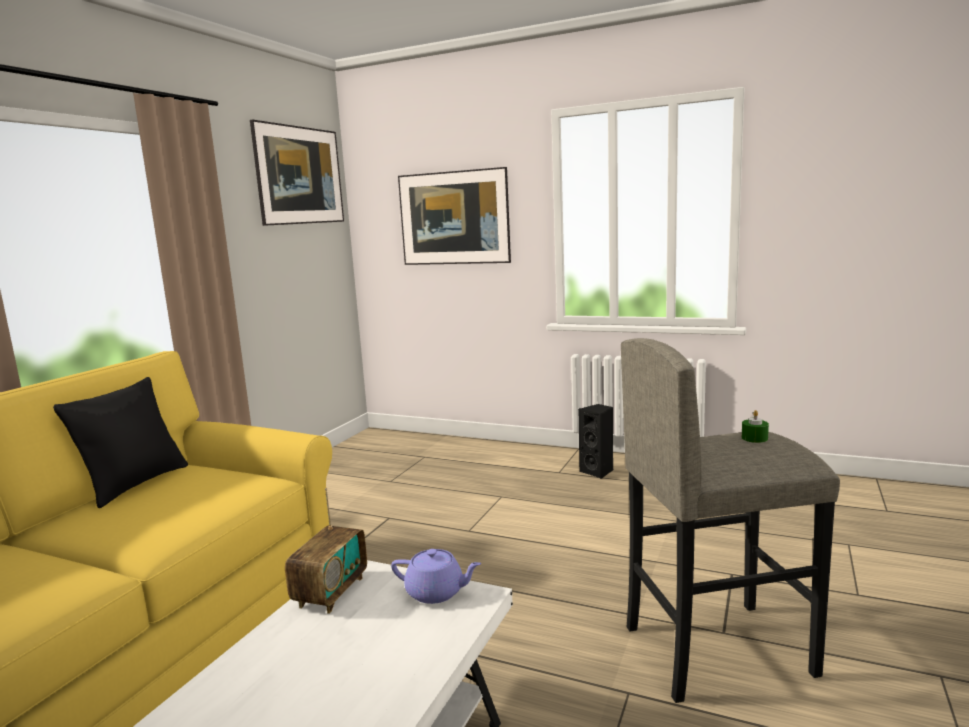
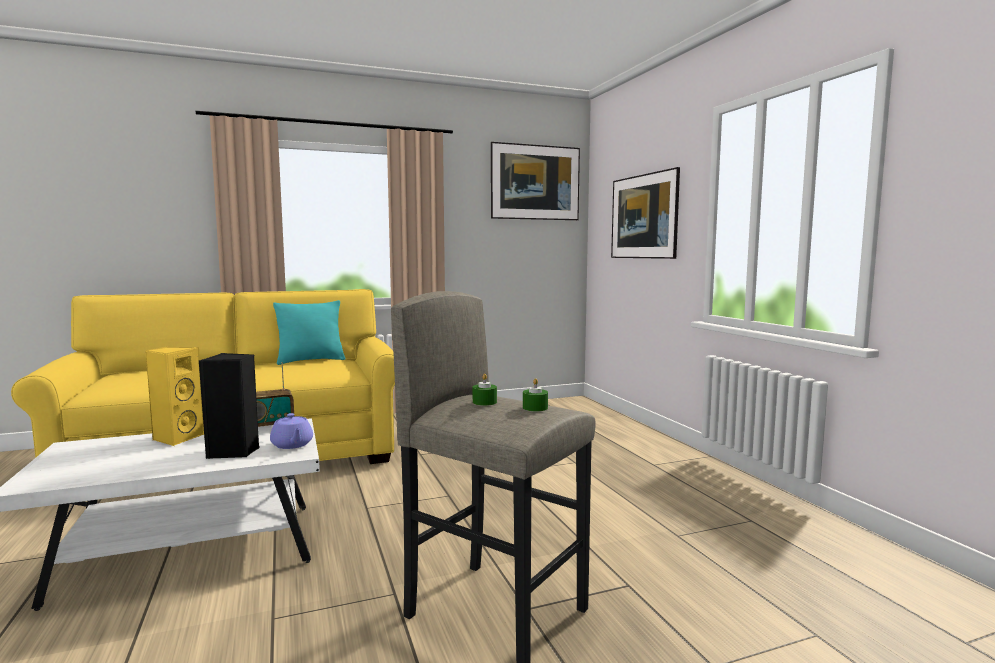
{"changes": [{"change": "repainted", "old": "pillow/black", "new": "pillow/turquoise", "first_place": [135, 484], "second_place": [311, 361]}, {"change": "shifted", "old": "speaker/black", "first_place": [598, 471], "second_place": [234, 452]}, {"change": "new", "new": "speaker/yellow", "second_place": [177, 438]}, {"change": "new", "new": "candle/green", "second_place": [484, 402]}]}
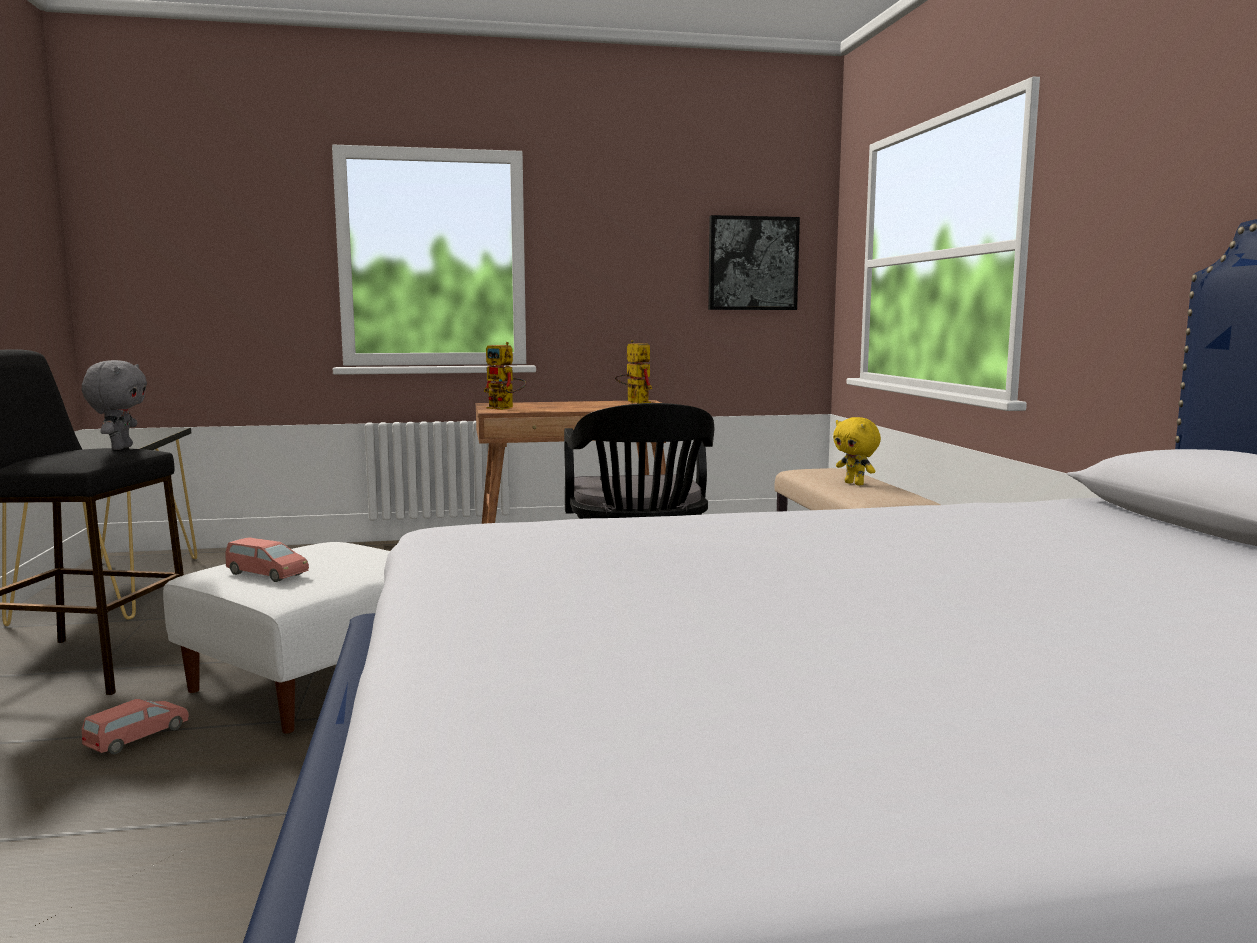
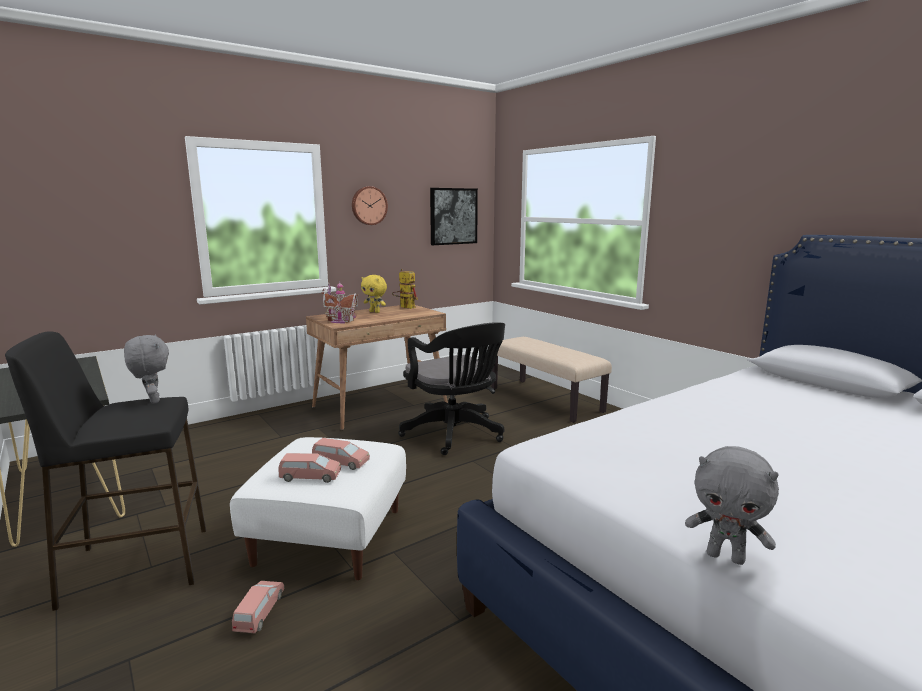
{"changes": [{"change": "swapped", "old": "toy robot", "new": "toy house", "first_place": [505, 408], "second_place": [340, 321]}, {"change": "shifted", "old": "plush toy/yellow", "first_place": [855, 484], "second_place": [375, 312]}, {"change": "new", "new": "wall clock", "second_place": [368, 205]}, {"change": "new", "new": "toy car/pink", "second_place": [340, 462]}, {"change": "new", "new": "plush toy/grey", "second_place": [726, 557]}]}
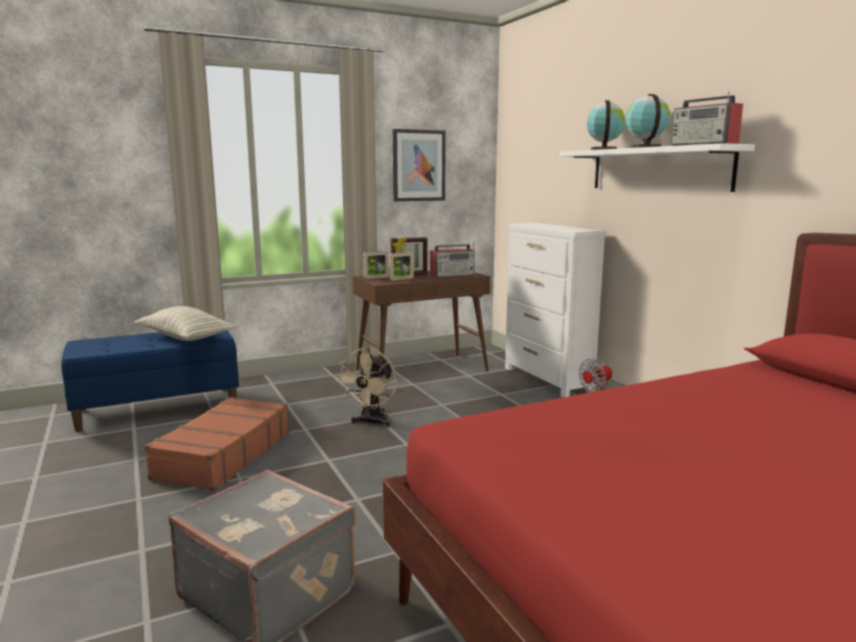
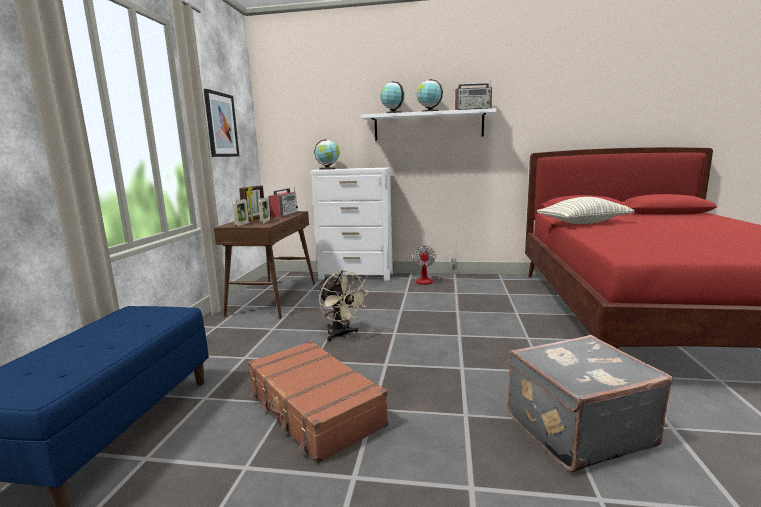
{"changes": [{"change": "shifted", "old": "pillow", "first_place": [185, 338], "second_place": [583, 223]}, {"change": "new", "new": "globe", "second_place": [328, 169]}]}
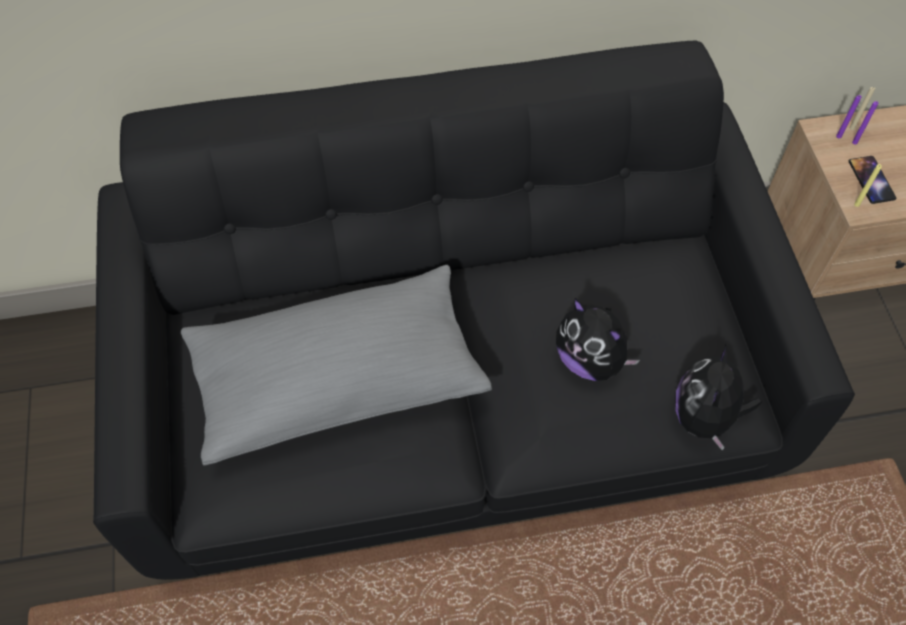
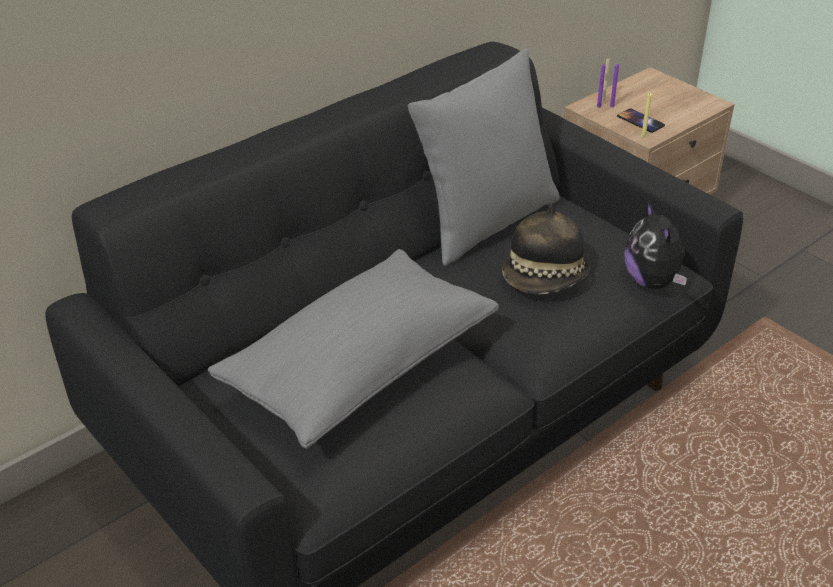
{"changes": [{"change": "swapped", "old": "plush toy", "new": "hat", "first_place": [590, 360], "second_place": [545, 280]}, {"change": "new", "new": "pillow/grey", "second_place": [486, 222]}]}
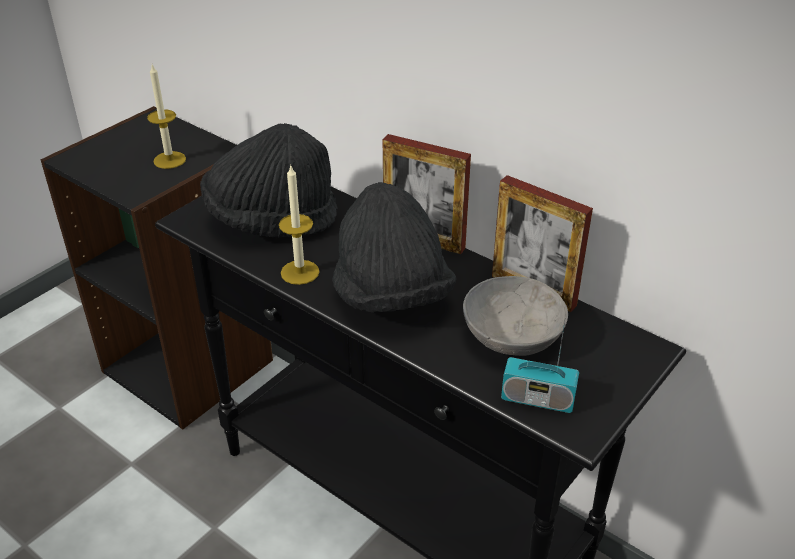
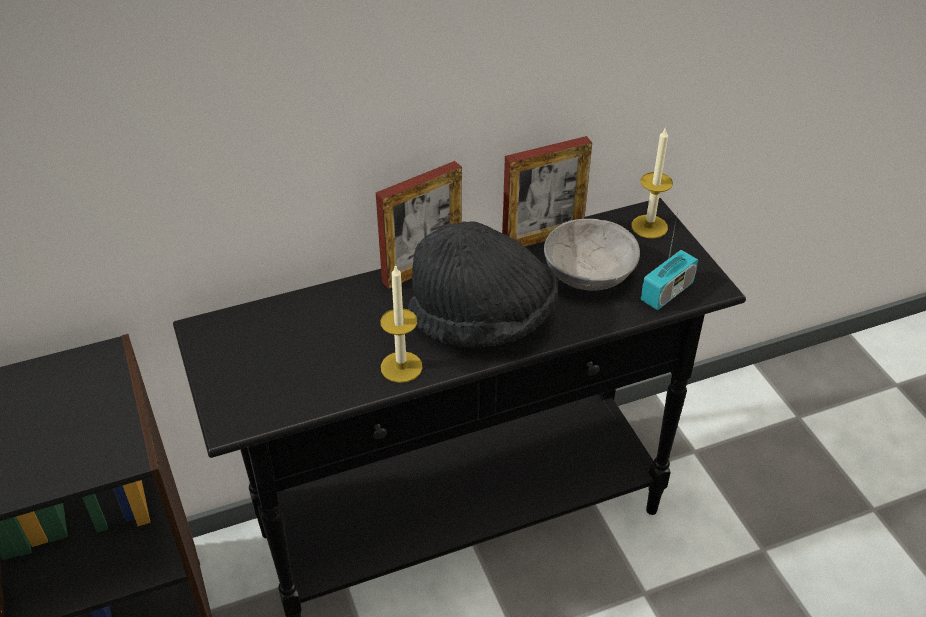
{"changes": [{"change": "shifted", "old": "candle", "first_place": [169, 160], "second_place": [649, 226]}, {"change": "gone", "old": "hat/black", "first_place": [271, 220]}]}
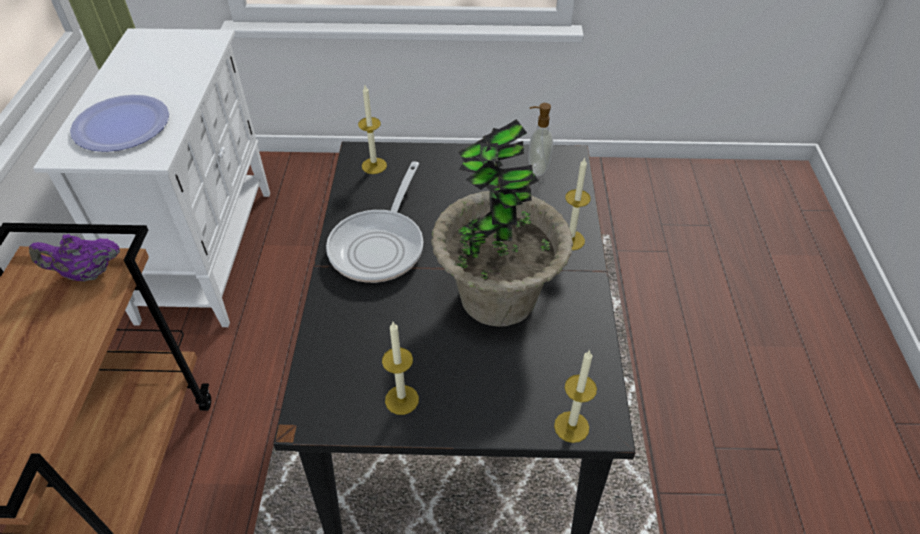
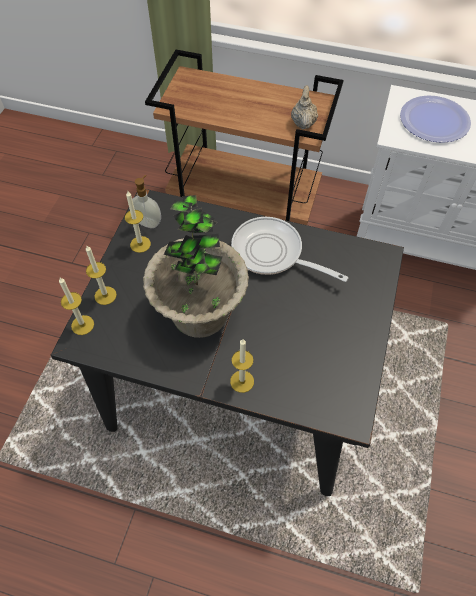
{"changes": [{"change": "shifted", "old": "candle", "first_place": [374, 166], "second_place": [105, 295]}, {"change": "shifted", "old": "soap dispenser", "first_place": [537, 168], "second_place": [148, 222]}, {"change": "repainted", "old": "teapot/purple", "new": "teapot/beige", "first_place": [87, 274], "second_place": [303, 123]}]}
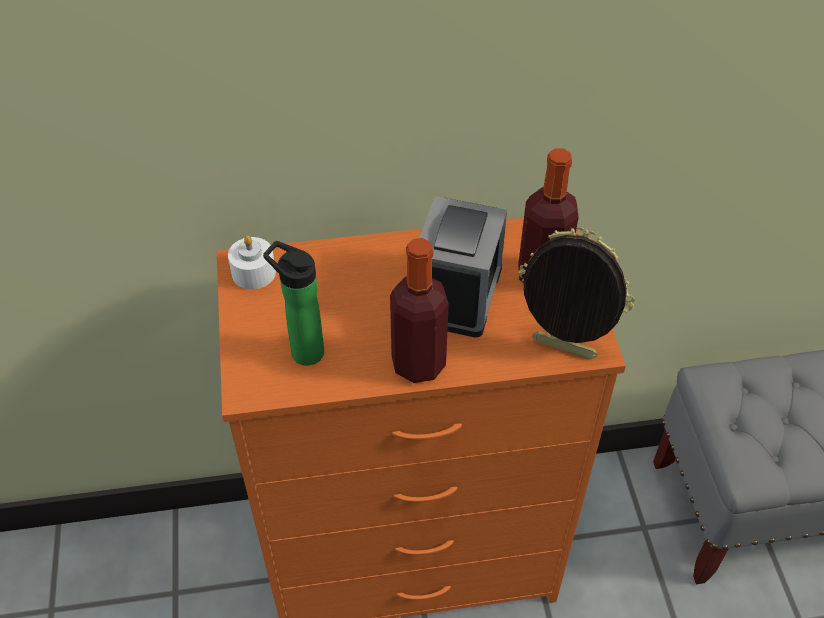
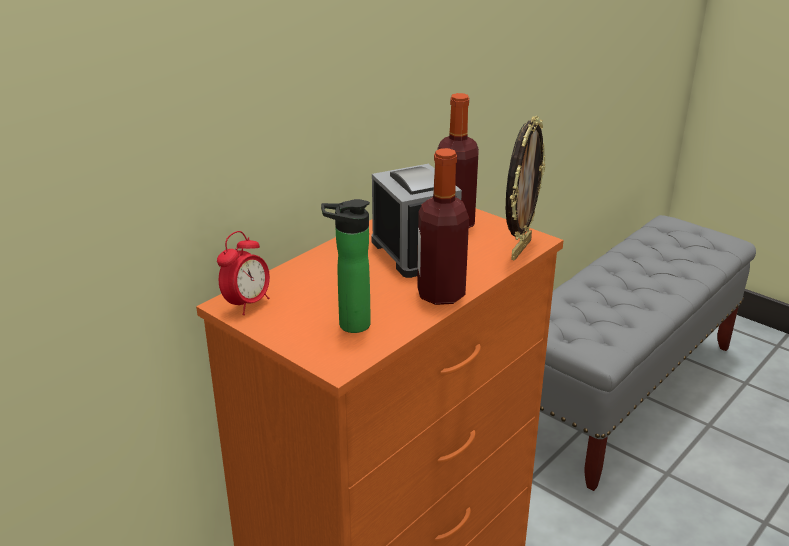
{"changes": [{"change": "rotated", "old": "picture frame", "first_place": [562, 351], "second_place": [519, 249], "degrees": 135}, {"change": "swapped", "old": "candle/white", "new": "alarm clock", "first_place": [253, 273], "second_place": [247, 304]}]}
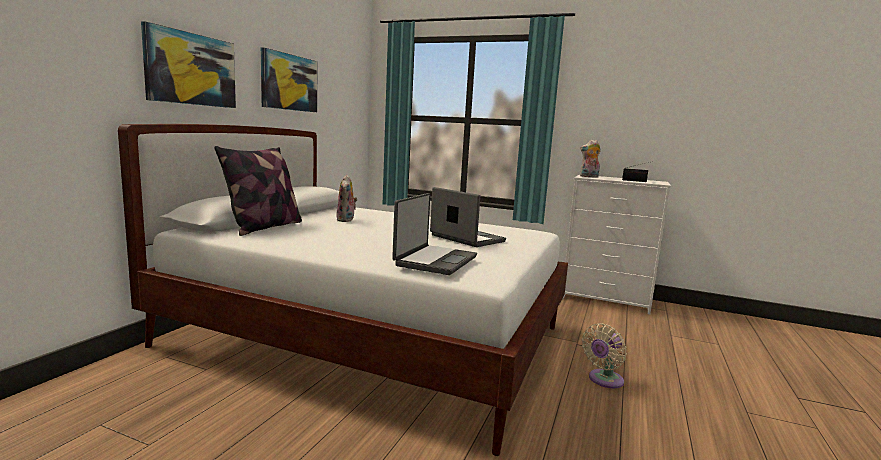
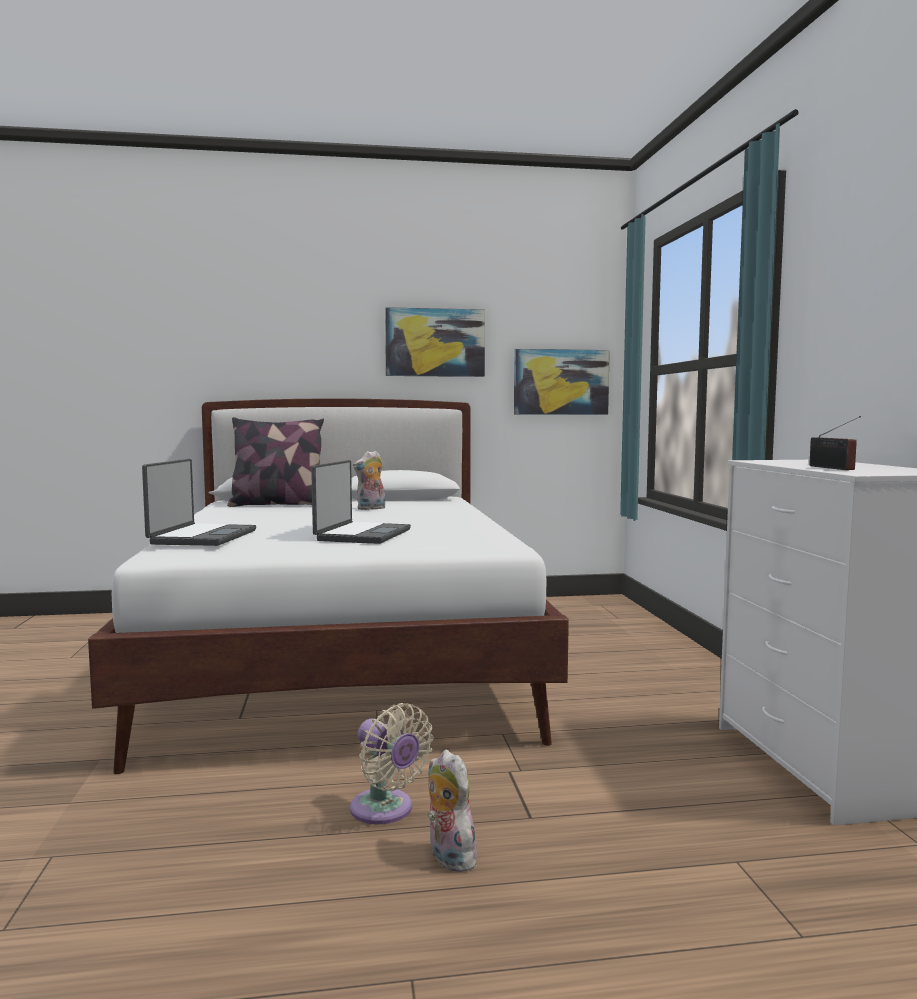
{"changes": [{"change": "shifted", "old": "picture", "first_place": [191, 69], "second_place": [561, 382]}, {"change": "shifted", "old": "plush toy", "first_place": [589, 177], "second_place": [448, 857]}, {"change": "rotated", "old": "laptop", "first_place": [434, 261], "second_place": [202, 537], "degrees": -75}, {"change": "rotated", "old": "fan/beige", "first_place": [603, 380], "second_place": [385, 810], "degrees": -150}]}
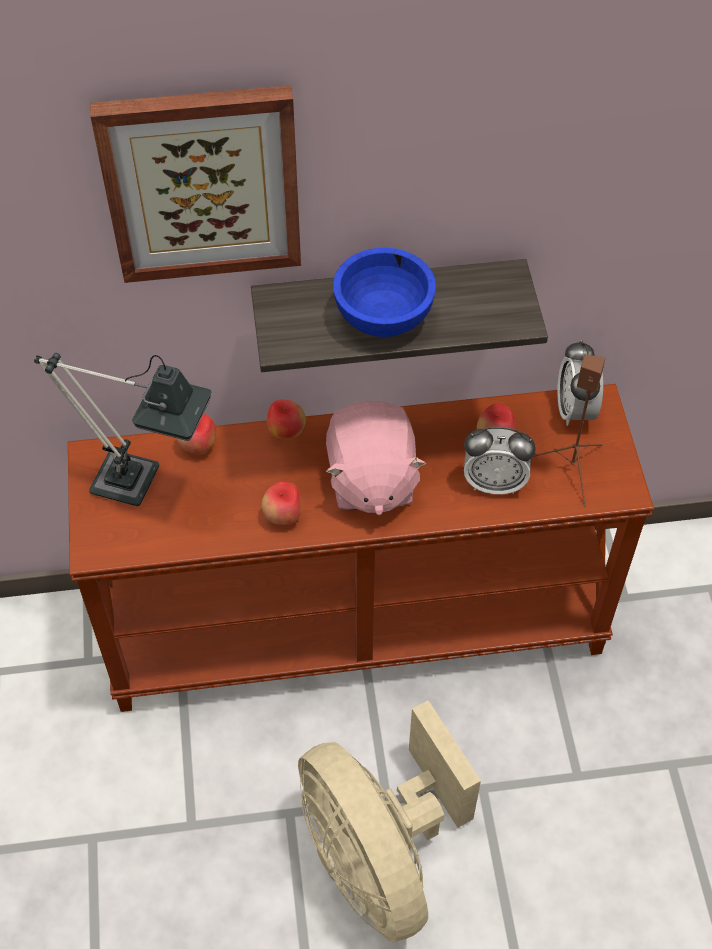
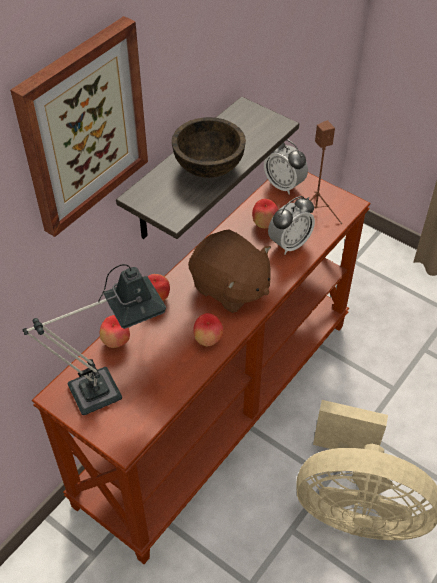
{"changes": [{"change": "repainted", "old": "bowl/blue", "new": "bowl/brown", "first_place": [384, 316], "second_place": [209, 166]}, {"change": "repainted", "old": "plush toy/pink", "new": "plush toy/brown", "first_place": [370, 480], "second_place": [230, 288]}]}
